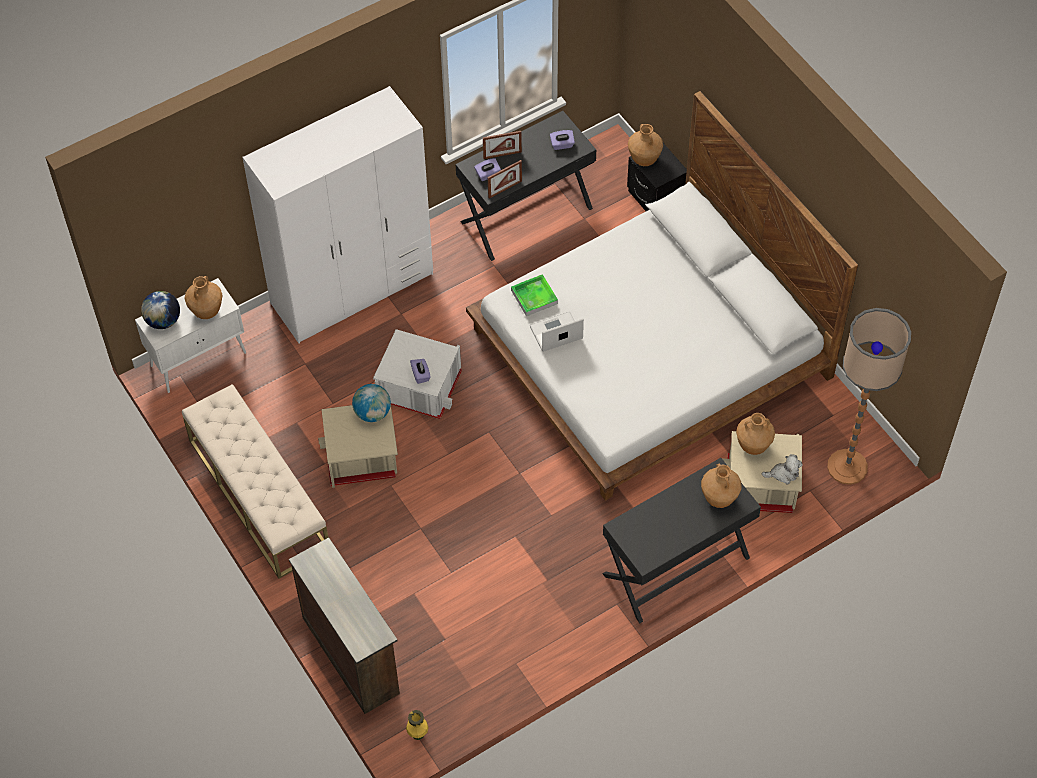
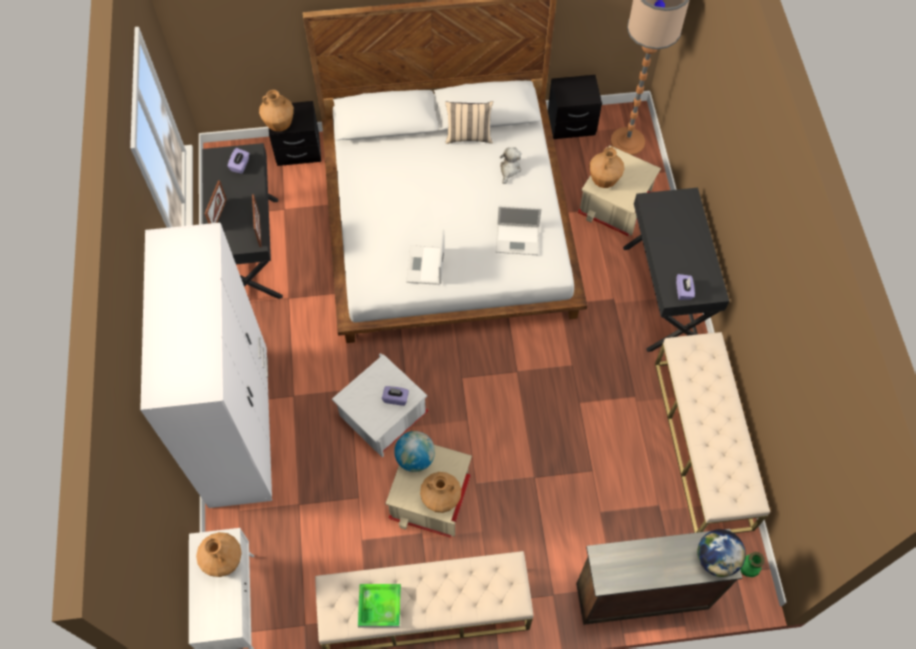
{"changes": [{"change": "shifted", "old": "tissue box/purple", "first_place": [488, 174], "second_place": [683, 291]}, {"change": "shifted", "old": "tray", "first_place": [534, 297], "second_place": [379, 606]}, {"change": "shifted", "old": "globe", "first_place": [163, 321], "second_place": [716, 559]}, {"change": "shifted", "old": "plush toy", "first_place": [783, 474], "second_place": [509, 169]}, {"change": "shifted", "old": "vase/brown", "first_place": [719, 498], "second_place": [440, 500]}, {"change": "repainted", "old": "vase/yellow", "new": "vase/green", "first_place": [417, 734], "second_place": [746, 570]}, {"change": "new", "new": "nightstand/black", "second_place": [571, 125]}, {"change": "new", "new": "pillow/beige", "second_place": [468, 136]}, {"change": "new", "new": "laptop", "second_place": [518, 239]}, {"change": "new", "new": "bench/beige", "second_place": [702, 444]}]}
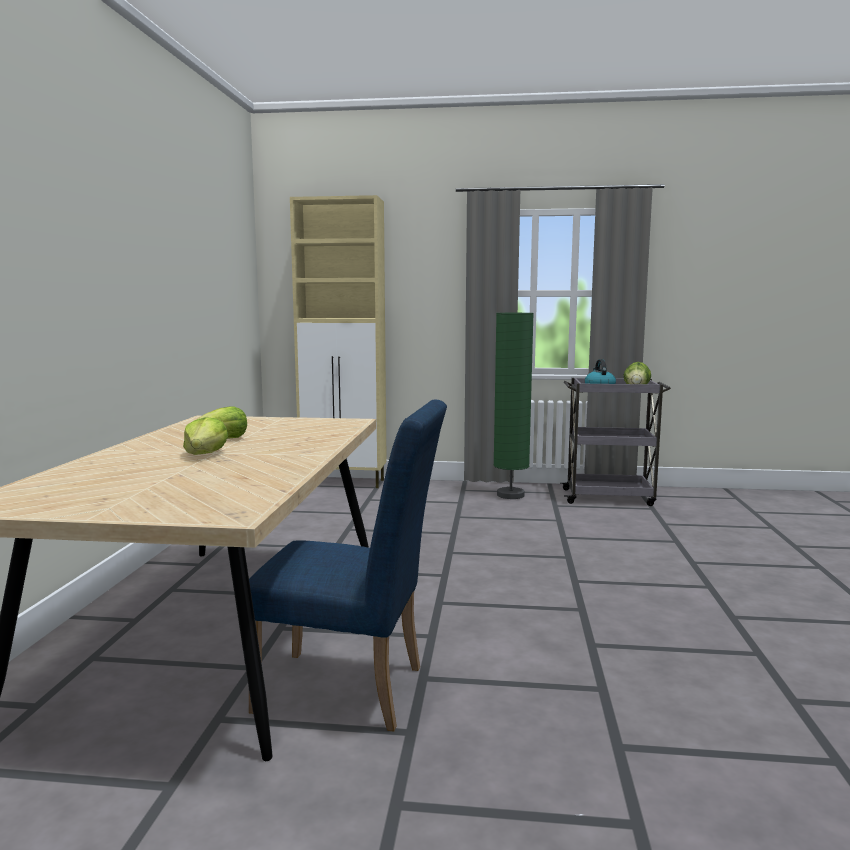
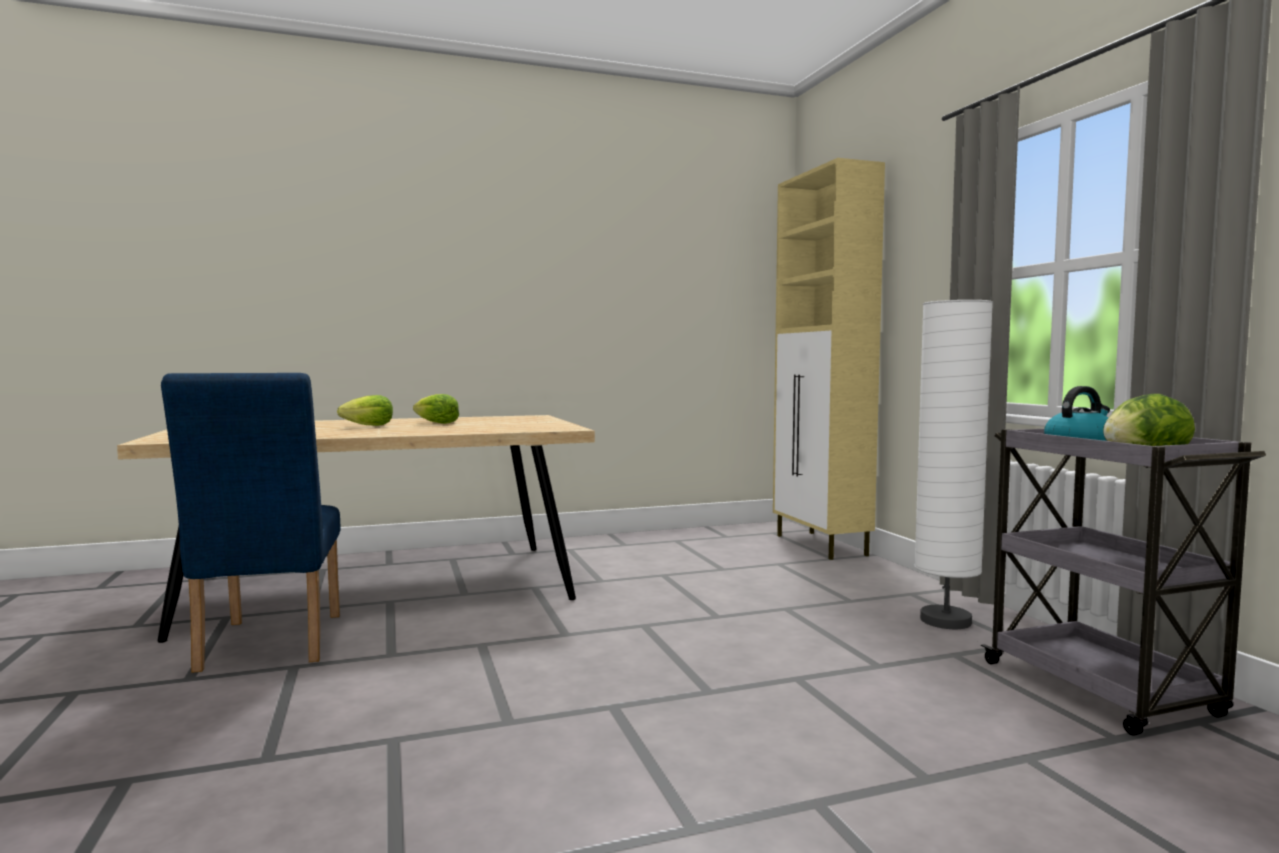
{"changes": [{"change": "repainted", "old": "floor lamp/green", "new": "floor lamp/white", "first_place": [510, 495], "second_place": [945, 621]}]}
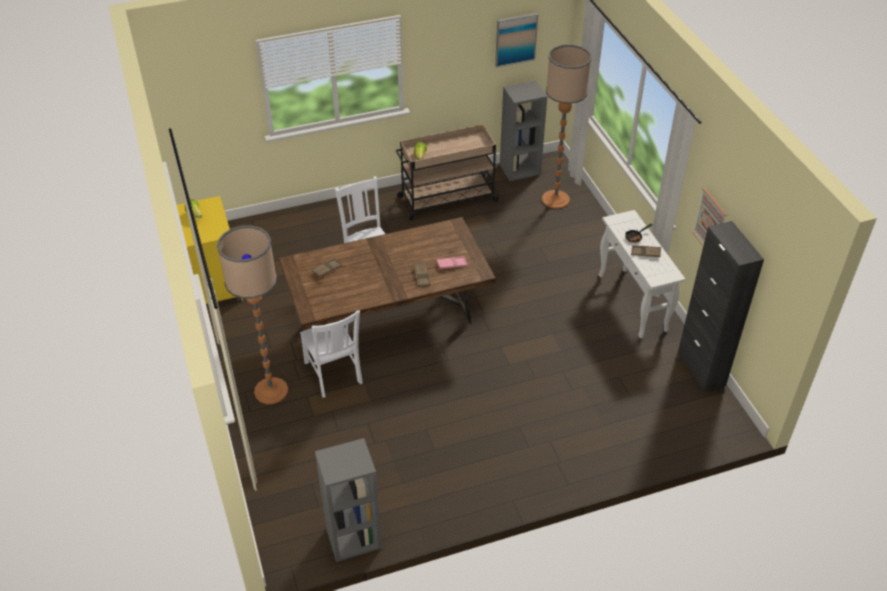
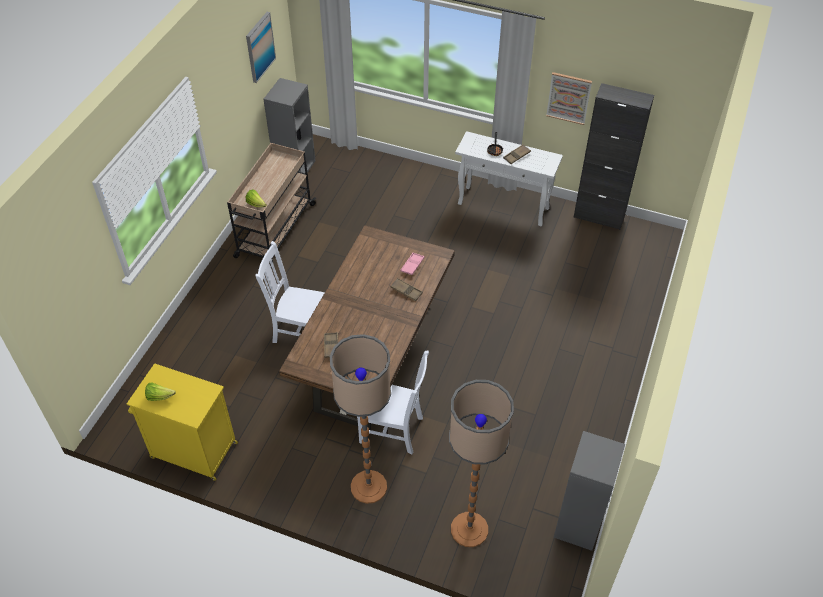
{"changes": [{"change": "shifted", "old": "floor lamp", "first_place": [555, 199], "second_place": [469, 529]}]}
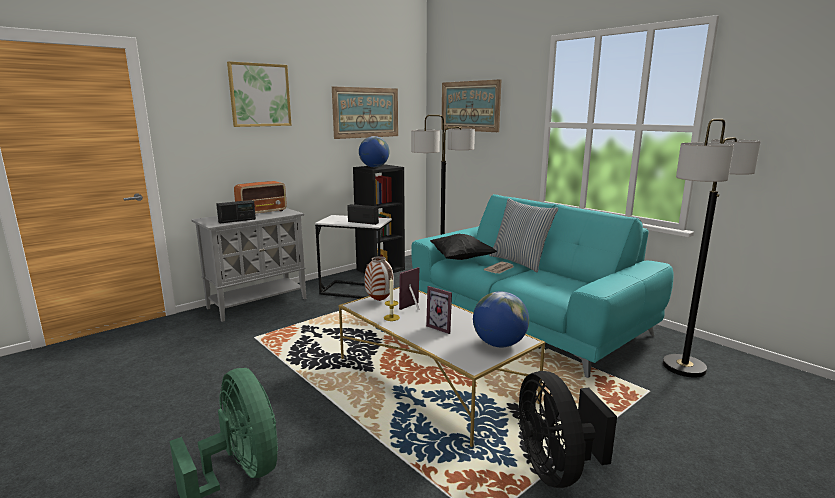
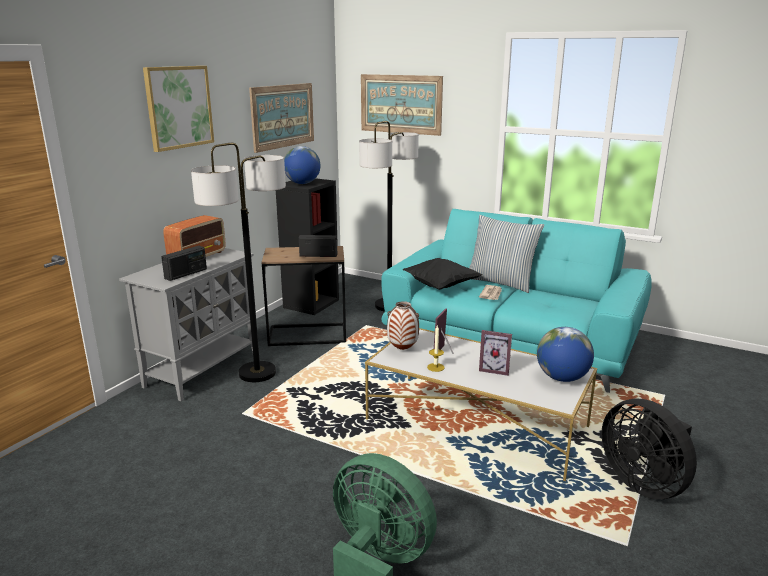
{"changes": [{"change": "shifted", "old": "floor lamp", "first_place": [684, 367], "second_place": [257, 373]}, {"change": "repainted", "old": "side table/white", "new": "side table/brown", "first_place": [356, 291], "second_place": [307, 335]}]}
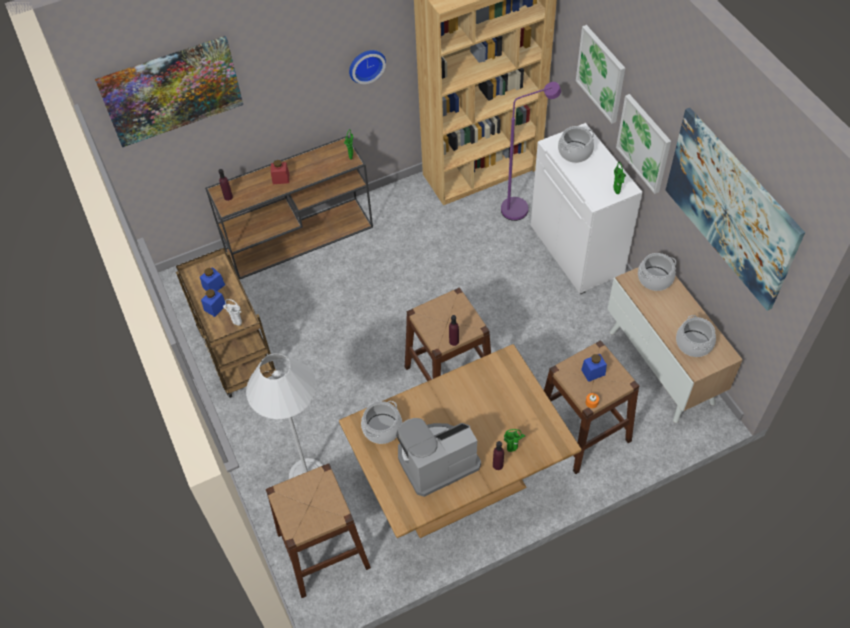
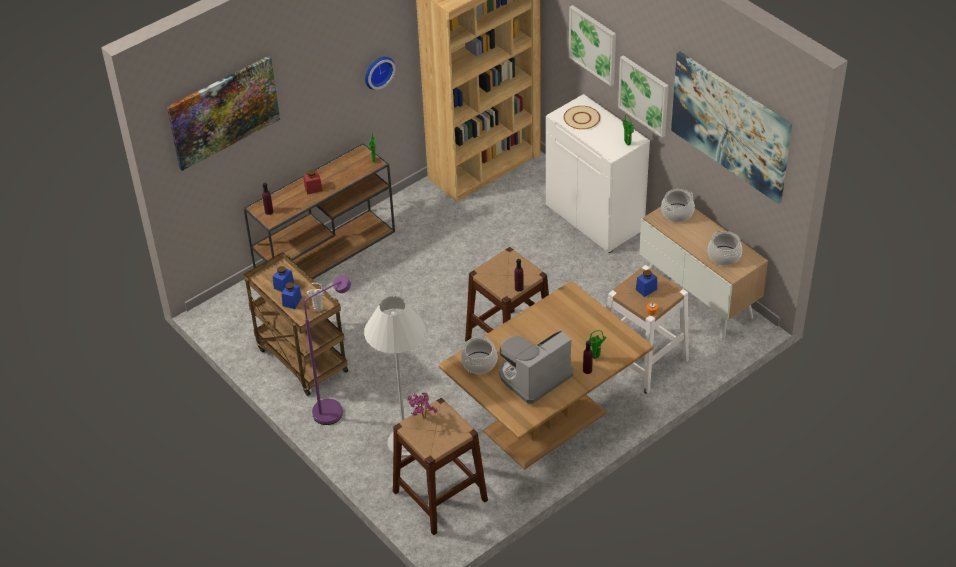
{"changes": [{"change": "shifted", "old": "floor lamp/purple", "first_place": [521, 207], "second_place": [335, 409]}, {"change": "swapped", "old": "cooking pot", "new": "plate/beige", "first_place": [575, 152], "second_place": [581, 119]}, {"change": "repainted", "old": "stool/brown", "new": "stool/white", "first_place": [583, 430], "second_place": [643, 360]}, {"change": "new", "new": "potted plant", "second_place": [422, 419]}]}
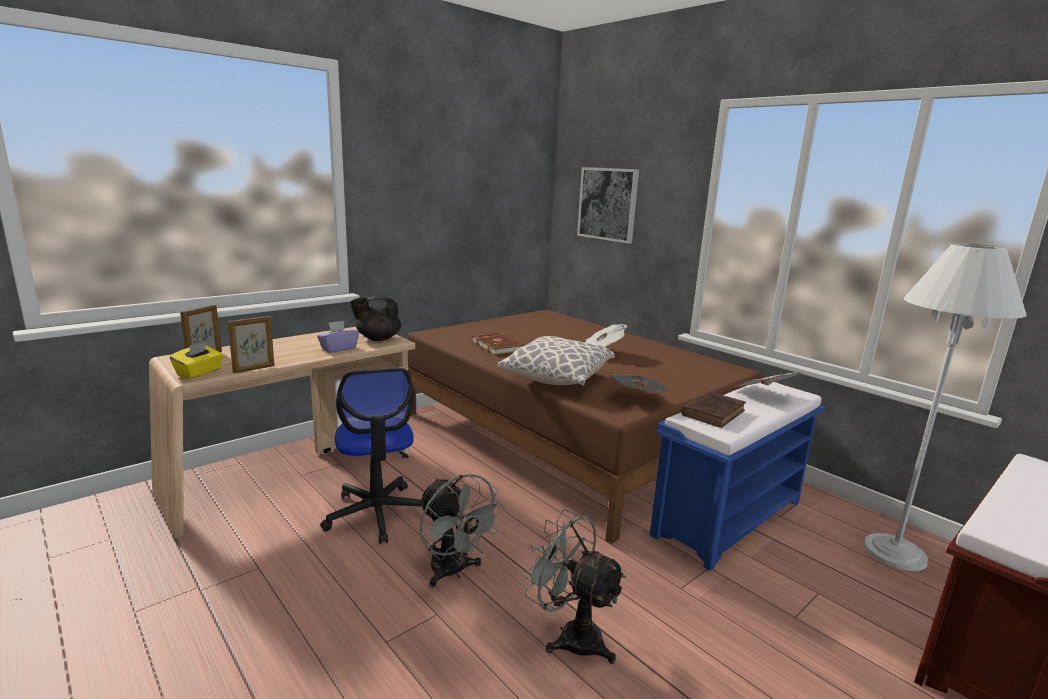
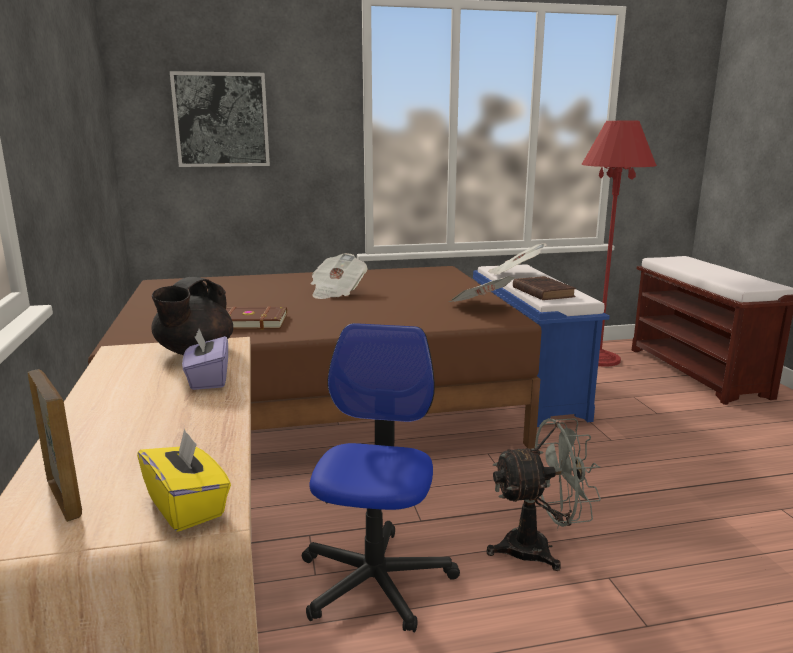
{"changes": [{"change": "repainted", "old": "floor lamp/white", "new": "floor lamp/red", "first_place": [894, 552], "second_place": [599, 359]}, {"change": "gone", "old": "picture frame", "first_place": [254, 369]}, {"change": "gone", "old": "pillow", "first_place": [557, 379]}, {"change": "rotated", "old": "office chair", "first_place": [377, 513], "second_place": [375, 580], "degrees": -90}, {"change": "gone", "old": "fan/grey", "first_place": [571, 635]}]}
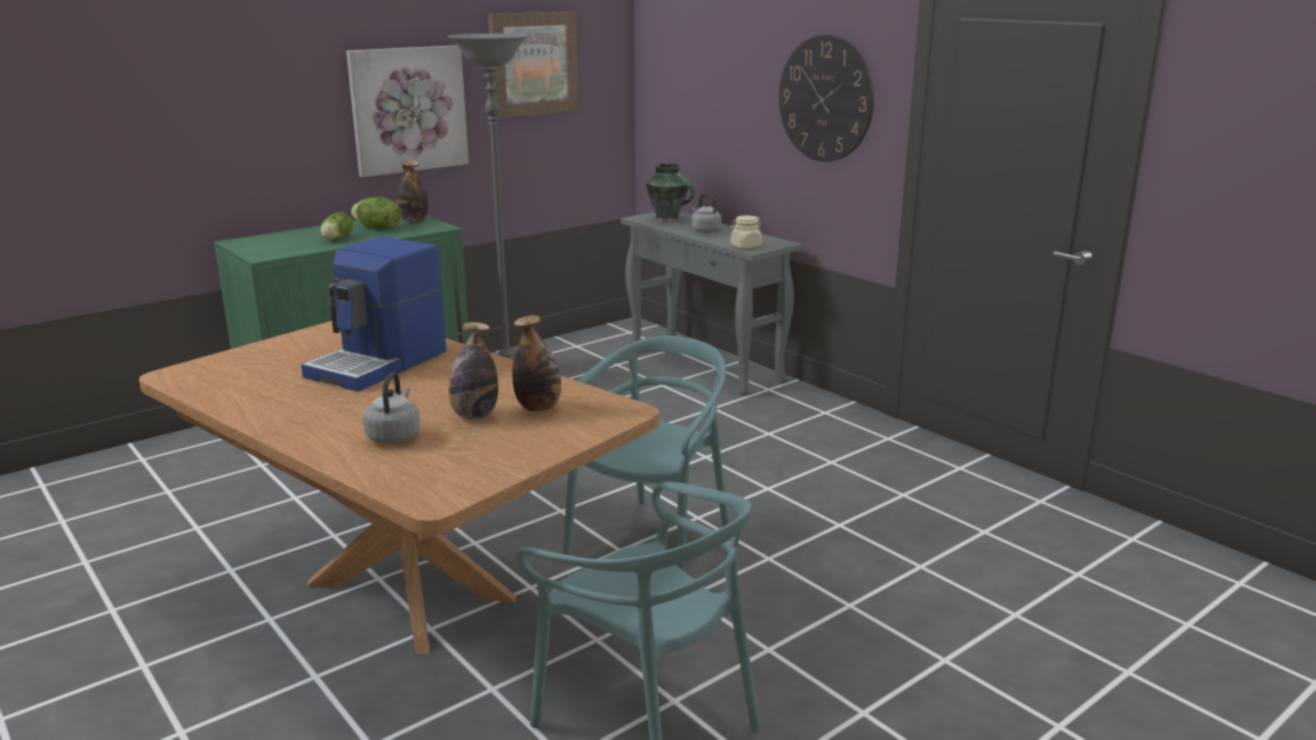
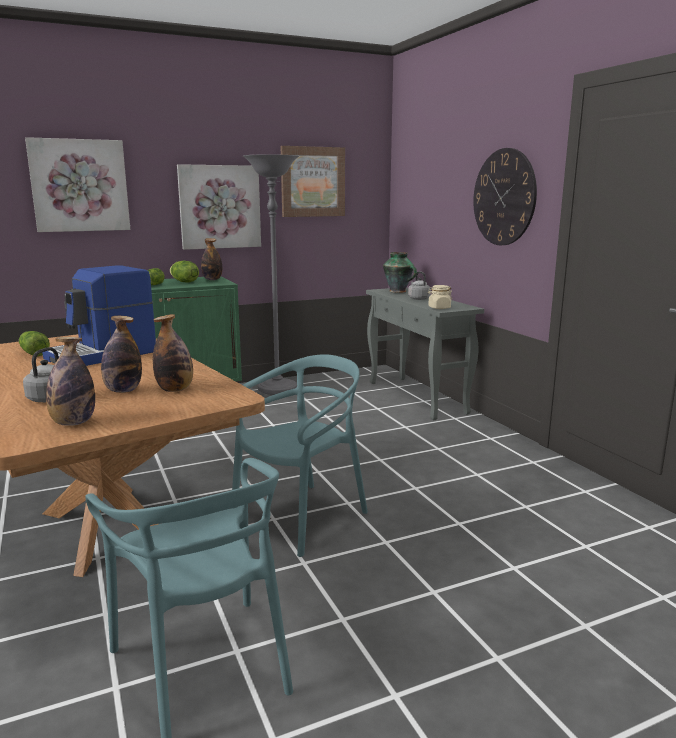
{"changes": [{"change": "new", "new": "picture", "second_place": [79, 185]}, {"change": "new", "new": "lettuce", "second_place": [33, 353]}, {"change": "new", "new": "bottle", "second_place": [73, 423]}]}
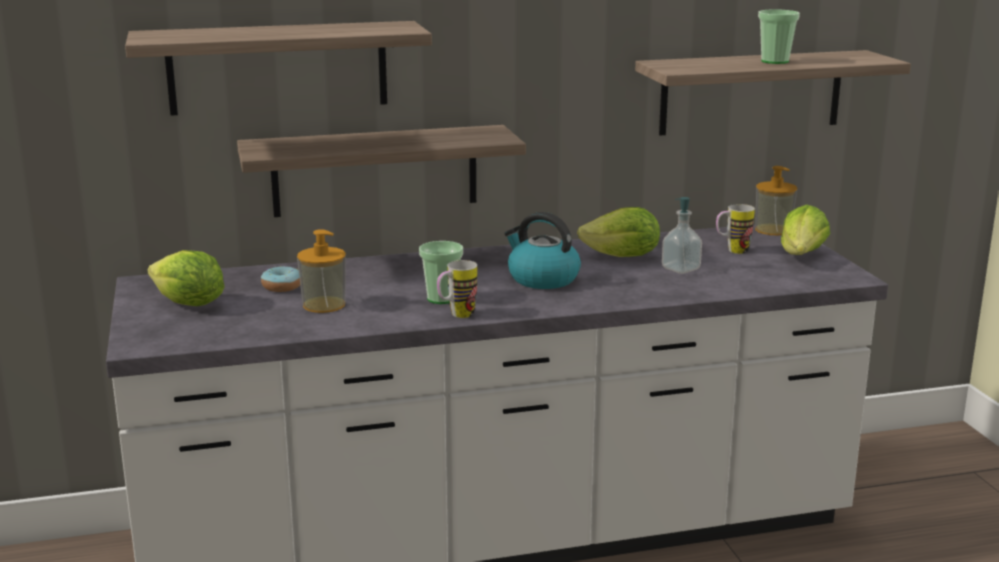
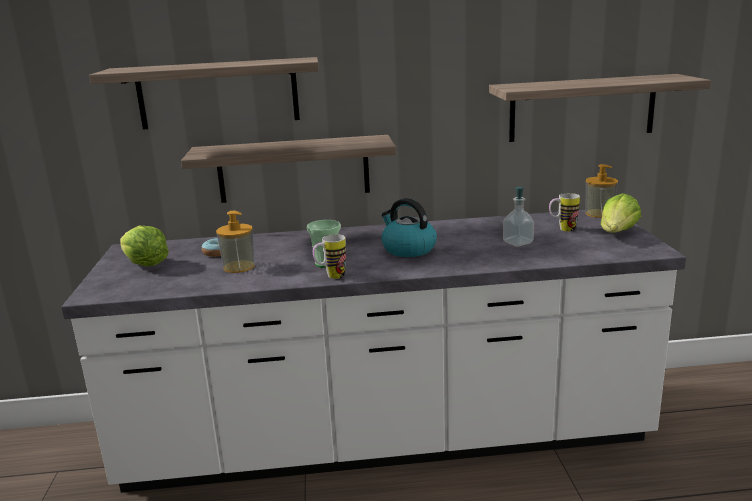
{"changes": [{"change": "gone", "old": "cup", "first_place": [775, 61]}, {"change": "gone", "old": "lettuce", "first_place": [622, 257]}]}
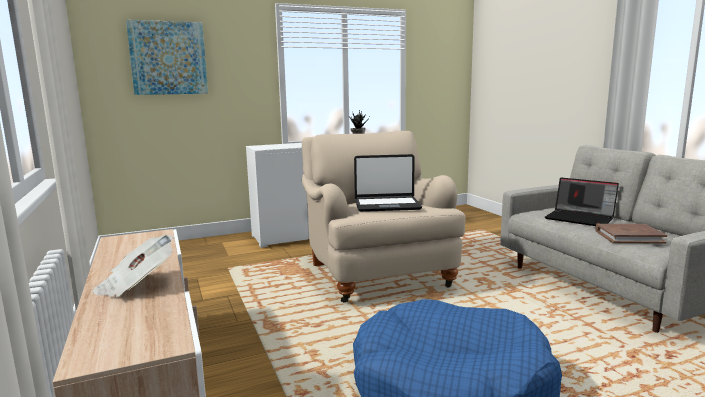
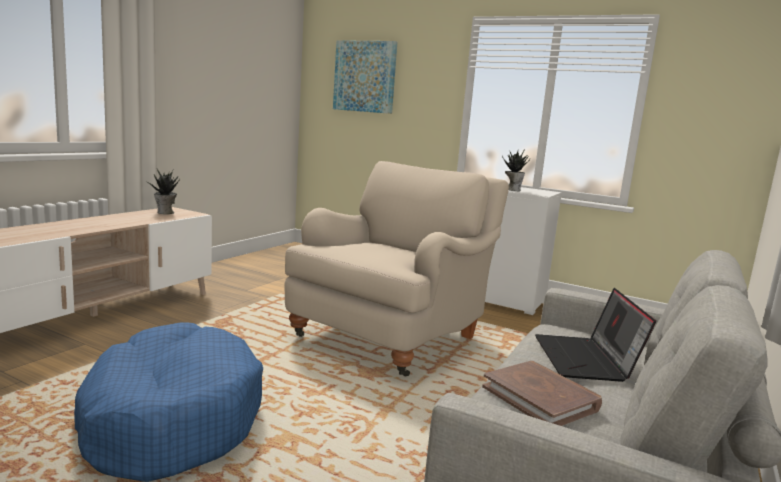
{"changes": [{"change": "gone", "old": "laptop", "first_place": [387, 205]}, {"change": "gone", "old": "newspaper", "first_place": [136, 285]}, {"change": "new", "new": "potted plant", "second_place": [165, 213]}]}
